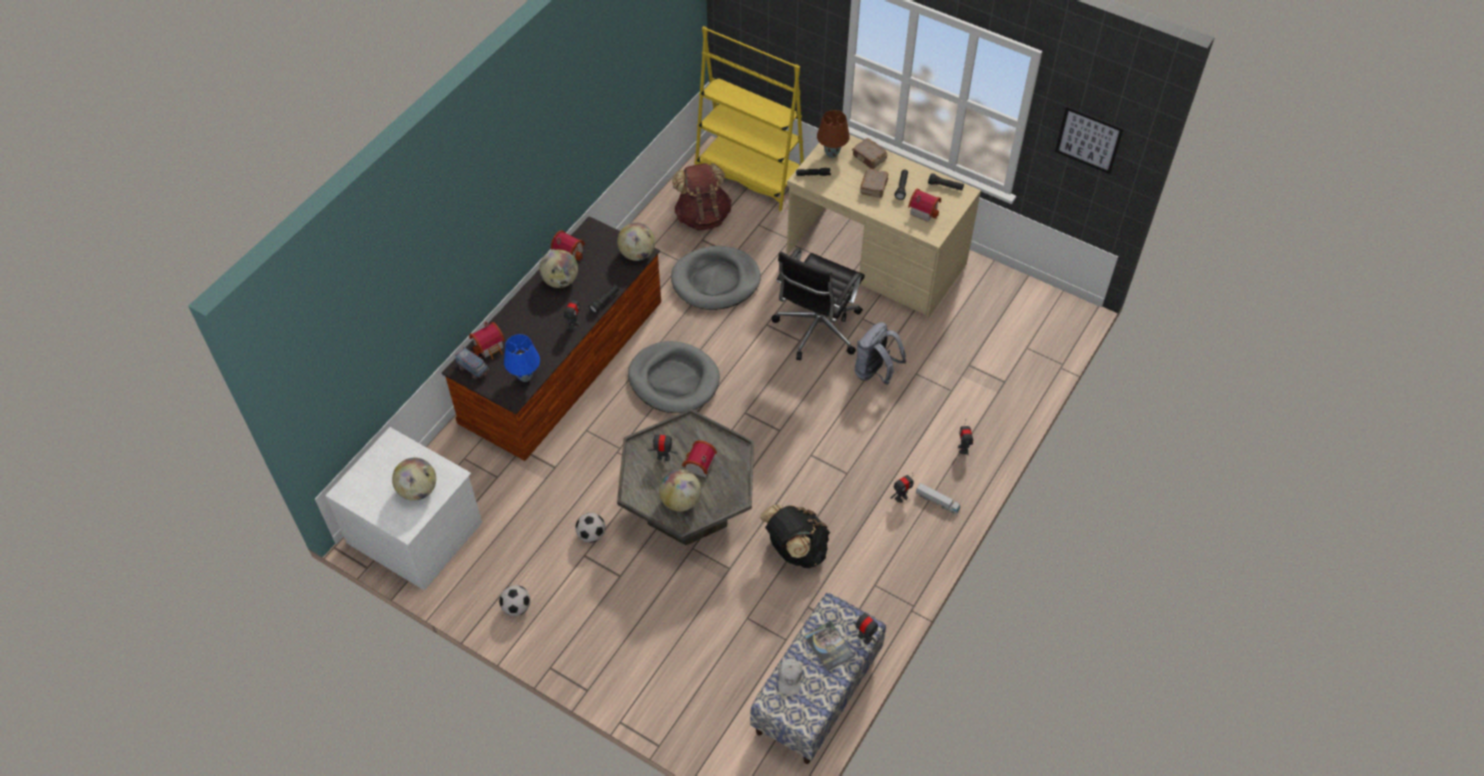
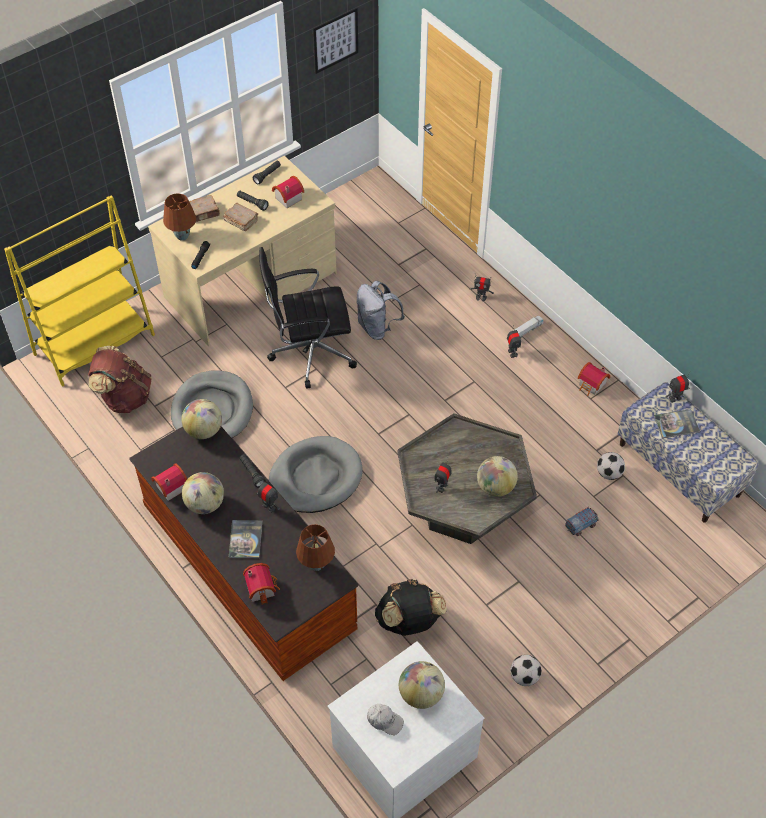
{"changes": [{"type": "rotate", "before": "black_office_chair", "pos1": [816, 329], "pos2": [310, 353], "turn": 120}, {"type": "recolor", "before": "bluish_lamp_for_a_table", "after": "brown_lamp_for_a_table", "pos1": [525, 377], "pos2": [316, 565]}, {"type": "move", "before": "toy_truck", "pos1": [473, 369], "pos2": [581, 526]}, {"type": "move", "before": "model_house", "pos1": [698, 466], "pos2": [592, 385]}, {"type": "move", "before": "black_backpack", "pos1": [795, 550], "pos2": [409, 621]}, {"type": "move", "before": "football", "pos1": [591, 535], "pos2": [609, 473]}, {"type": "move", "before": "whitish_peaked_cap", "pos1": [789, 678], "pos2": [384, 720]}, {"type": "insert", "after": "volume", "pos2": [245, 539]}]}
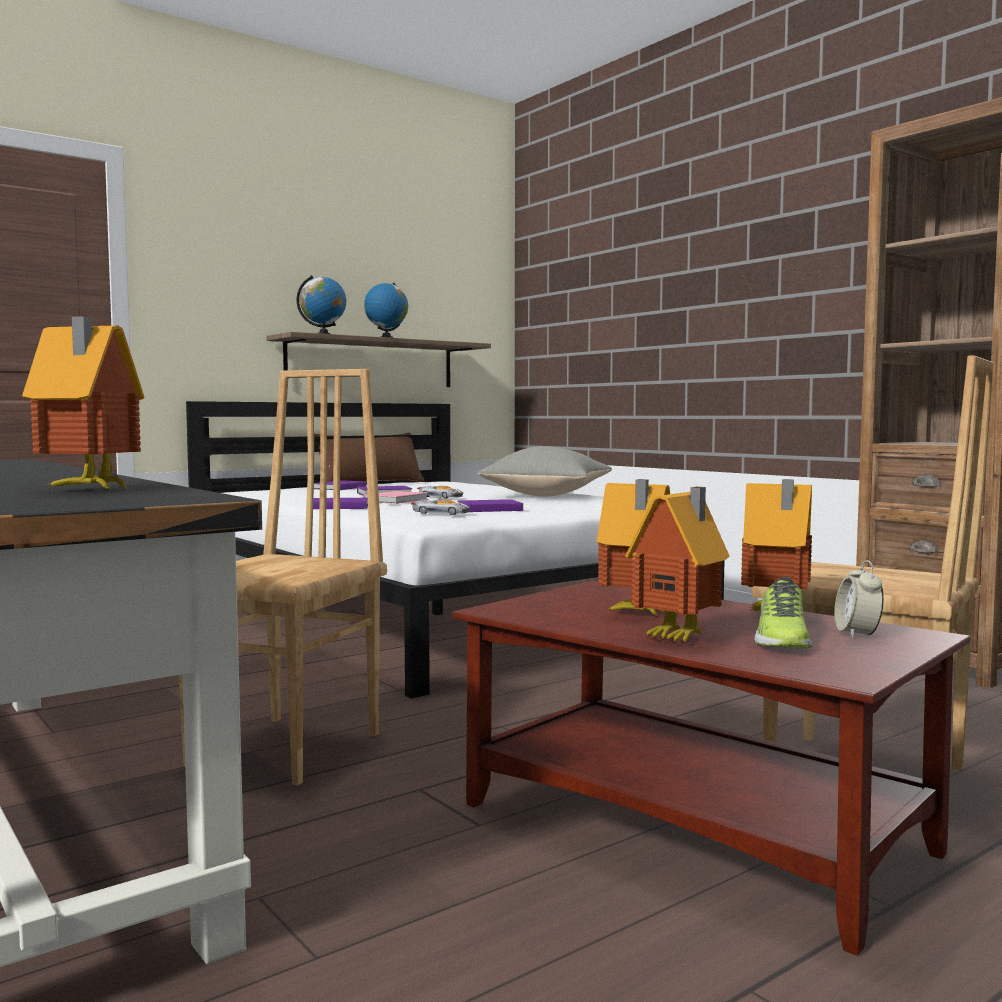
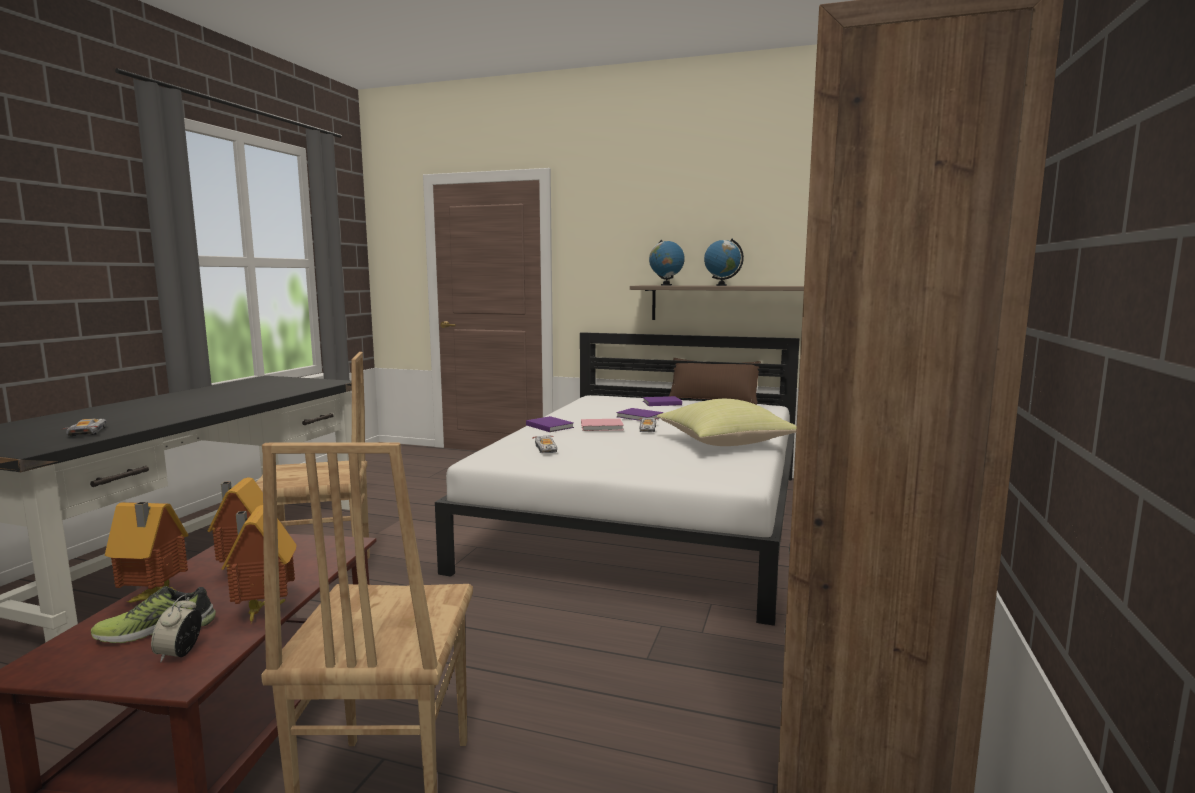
{"changes": [{"type": "replace", "before": "model_house", "after": "model_car", "pos1": [87, 490], "pos2": [88, 431]}, {"type": "recolor", "before": "gray_pillow", "after": "yellow-coloured_pillow", "pos1": [547, 496], "pos2": [725, 444]}, {"type": "delete", "before": "purple_volume", "pos1": [487, 509]}, {"type": "rotate", "before": "table_clock", "pos1": [857, 634], "pos2": [180, 653], "turn": -60}]}
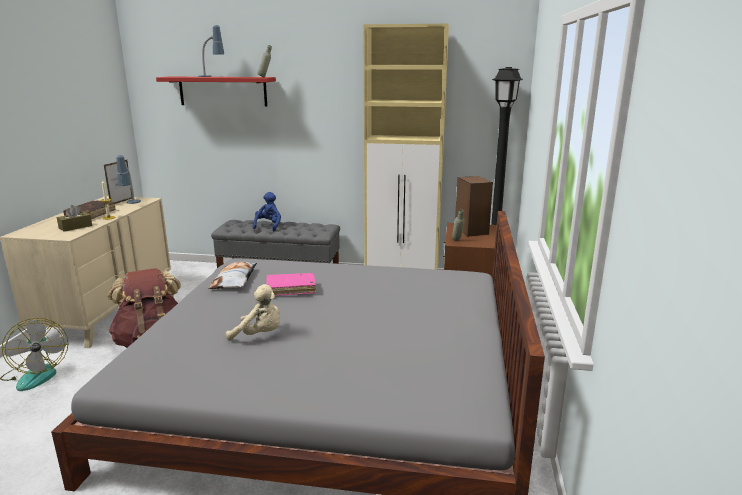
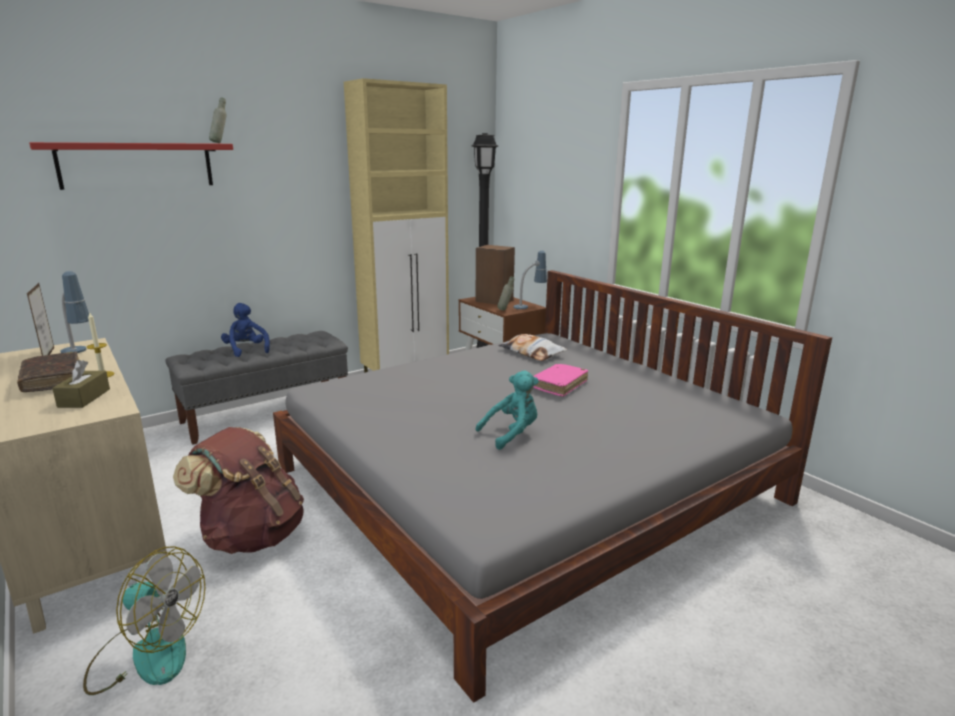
{"changes": [{"type": "move", "before": "lamp_for_a_table", "pos1": [212, 76], "pos2": [529, 306]}, {"type": "move", "before": "pillow", "pos1": [234, 280], "pos2": [532, 352]}, {"type": "move", "before": "pink_volume", "pos1": [291, 289], "pos2": [559, 385]}, {"type": "recolor", "before": "beige-coloured_plush_toy", "after": "blue-green_plush_toy", "pos1": [259, 335], "pos2": [512, 434]}]}
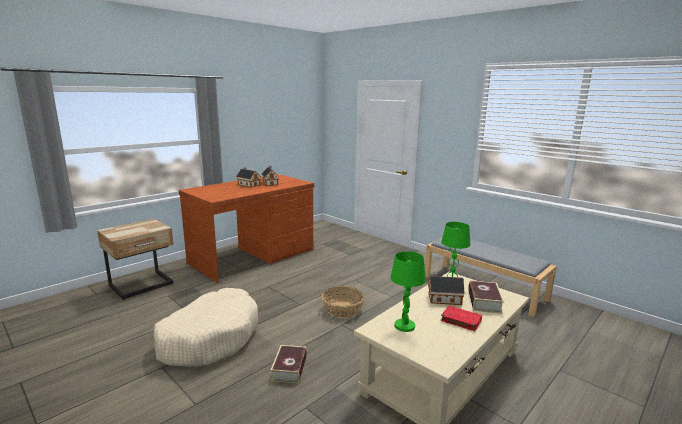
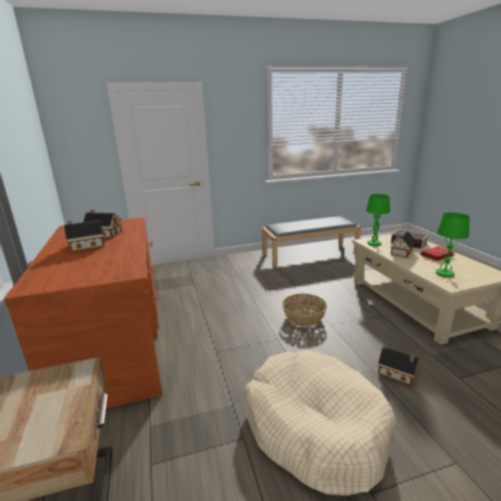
{"changes": [{"type": "replace", "before": "volume", "after": "model_house", "pos1": [289, 368], "pos2": [398, 374]}]}
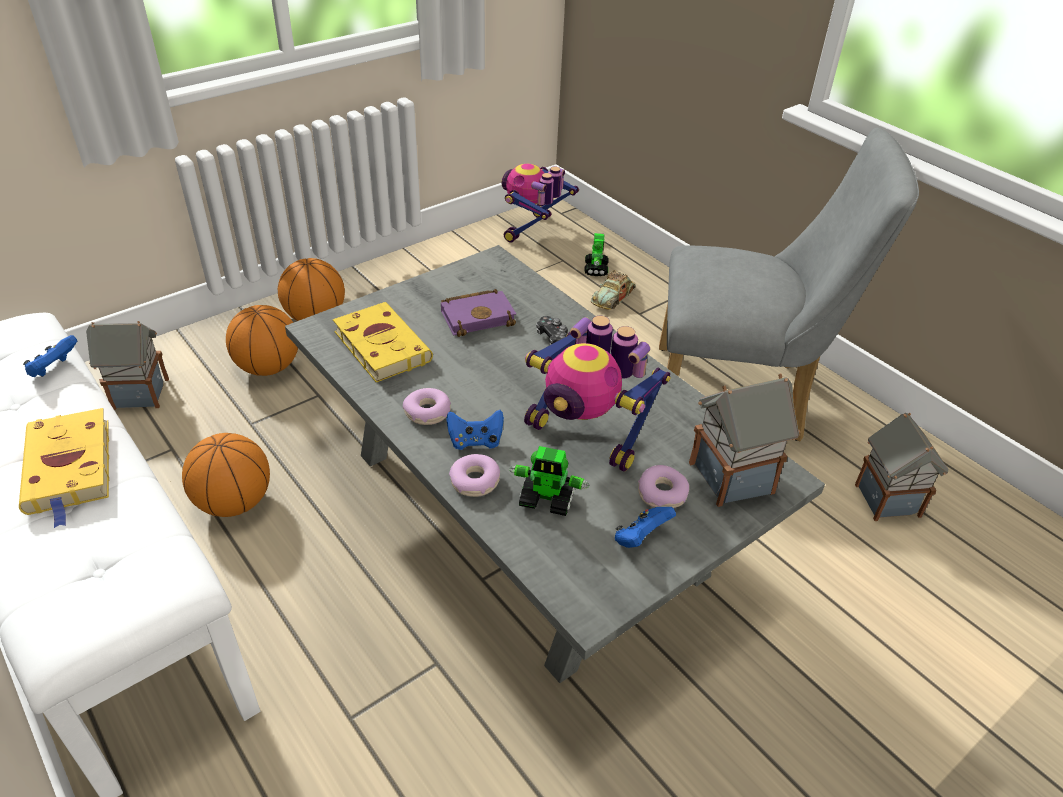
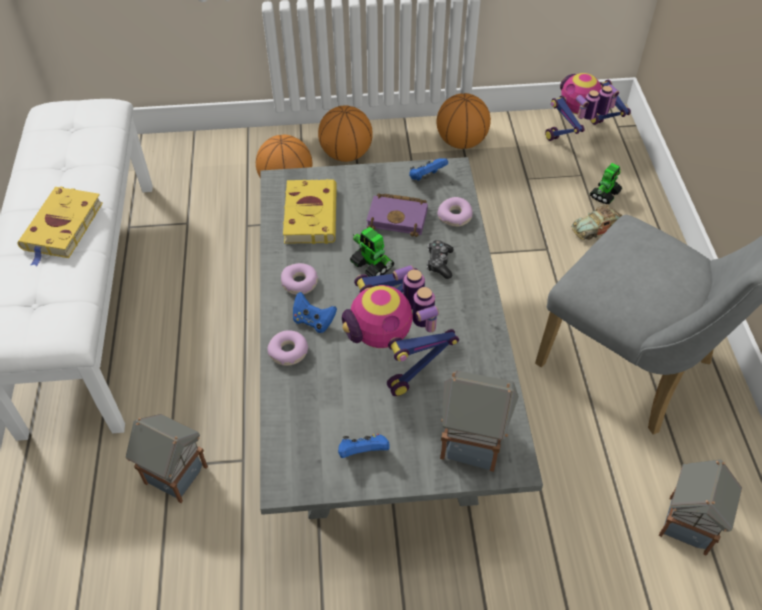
{"changes": [{"type": "move", "before": "model_house", "pos1": [139, 394], "pos2": [174, 474]}, {"type": "move", "before": "bluish_game_controller", "pos1": [54, 369], "pos2": [426, 177]}, {"type": "move", "before": "ball_for_basketball", "pos1": [235, 502], "pos2": [461, 142]}, {"type": "move", "before": "robot_figure", "pos1": [547, 499], "pos2": [372, 266]}, {"type": "move", "before": "ring_doughnut", "pos1": [662, 493], "pos2": [455, 216]}]}
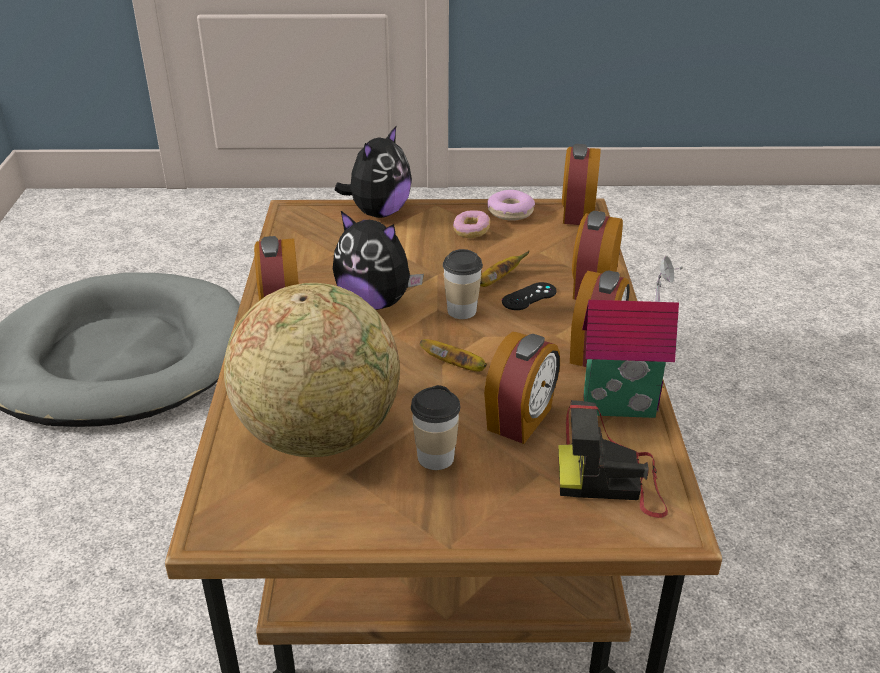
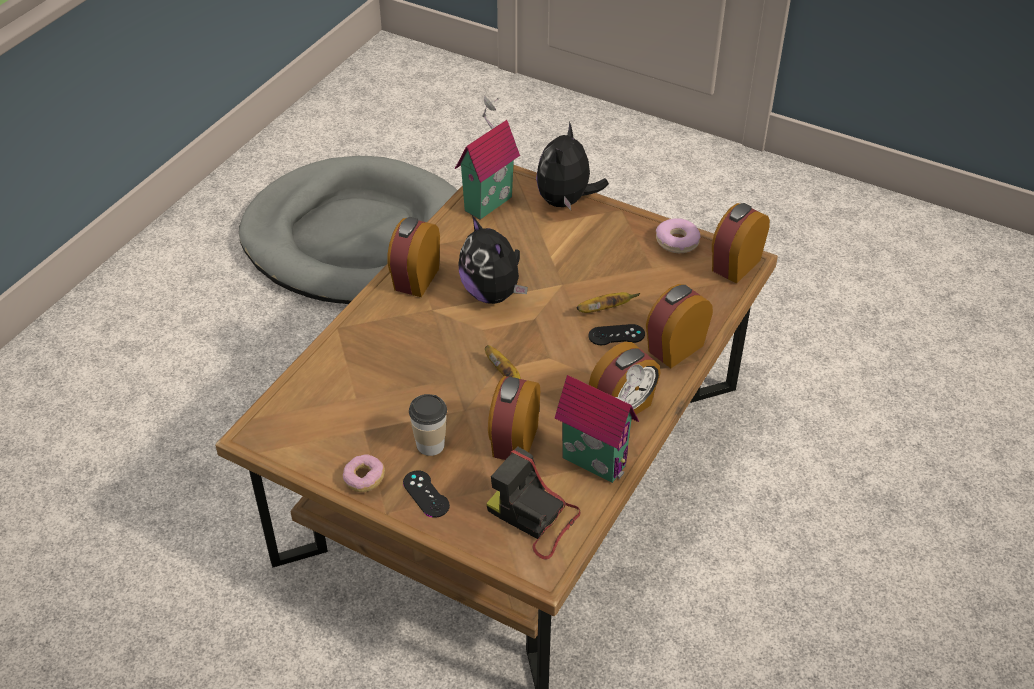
{"changes": [{"type": "rotate", "before": "plush_toy", "pos1": [378, 212], "pos2": [566, 201], "turn": 135}, {"type": "move", "before": "ring_doughnut", "pos1": [471, 231], "pos2": [364, 479]}, {"type": "delete", "before": "cup", "pos1": [461, 310]}, {"type": "delete", "before": "desk_globe", "pos1": [319, 434]}, {"type": "rotate", "before": "table_clock", "pos1": [521, 420], "pos2": [514, 441], "turn": 135}, {"type": "insert", "after": "model_house", "pos2": [486, 202]}, {"type": "insert", "after": "black_game_controller", "pos2": [426, 494]}]}
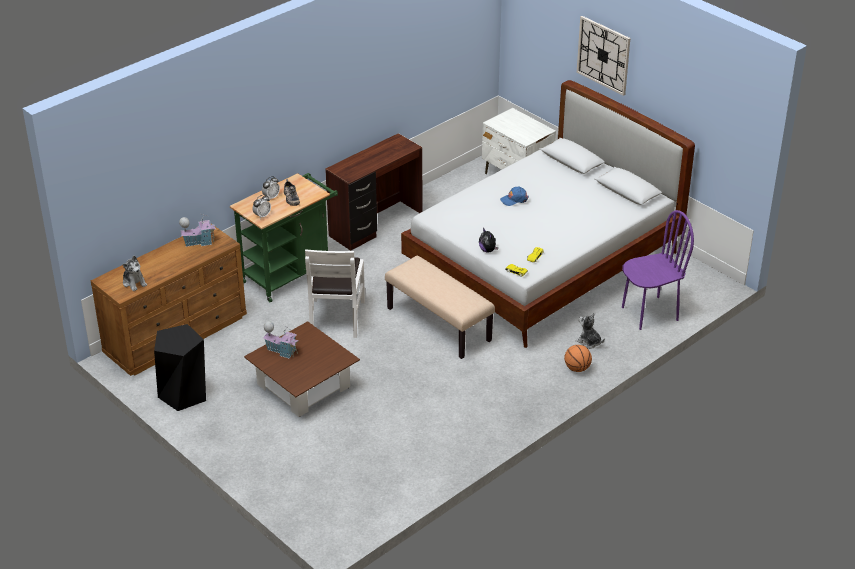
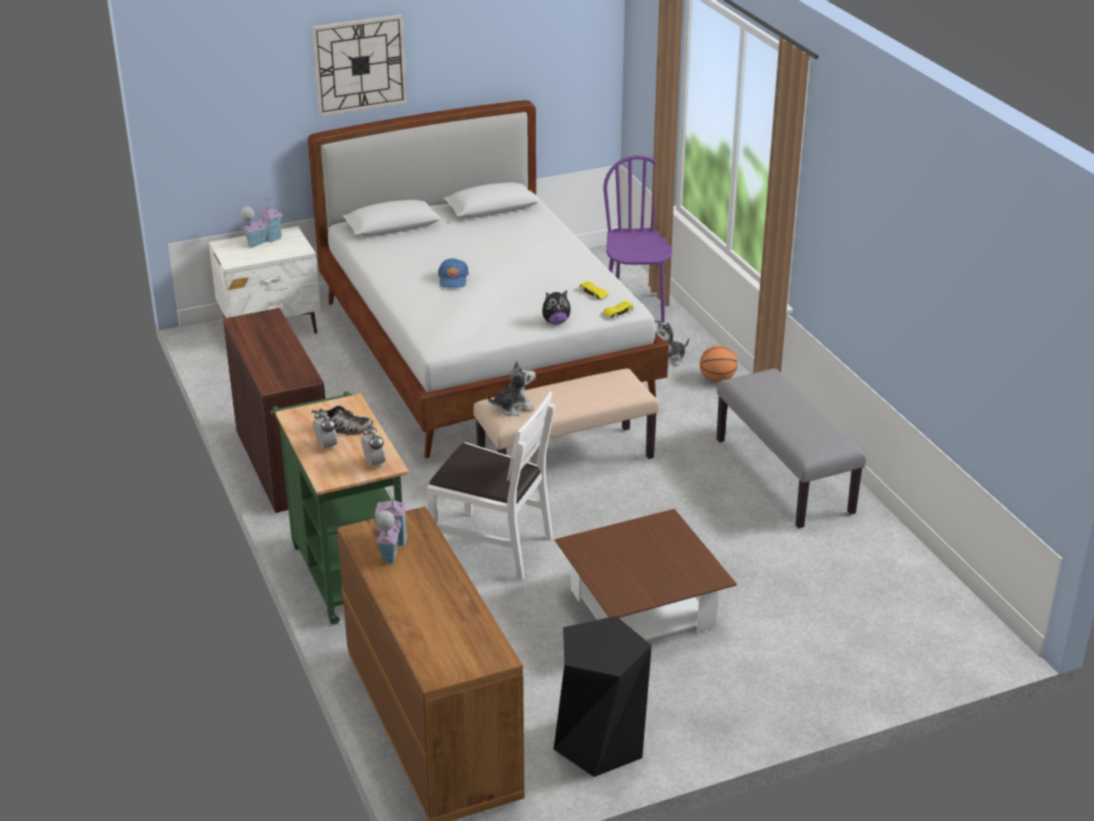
{"changes": [{"type": "move", "before": "plush_toy", "pos1": [134, 282], "pos2": [513, 407]}, {"type": "move", "before": "model_house", "pos1": [282, 351], "pos2": [263, 240]}, {"type": "insert", "after": "gray_indoor_bench", "pos2": [785, 476]}]}
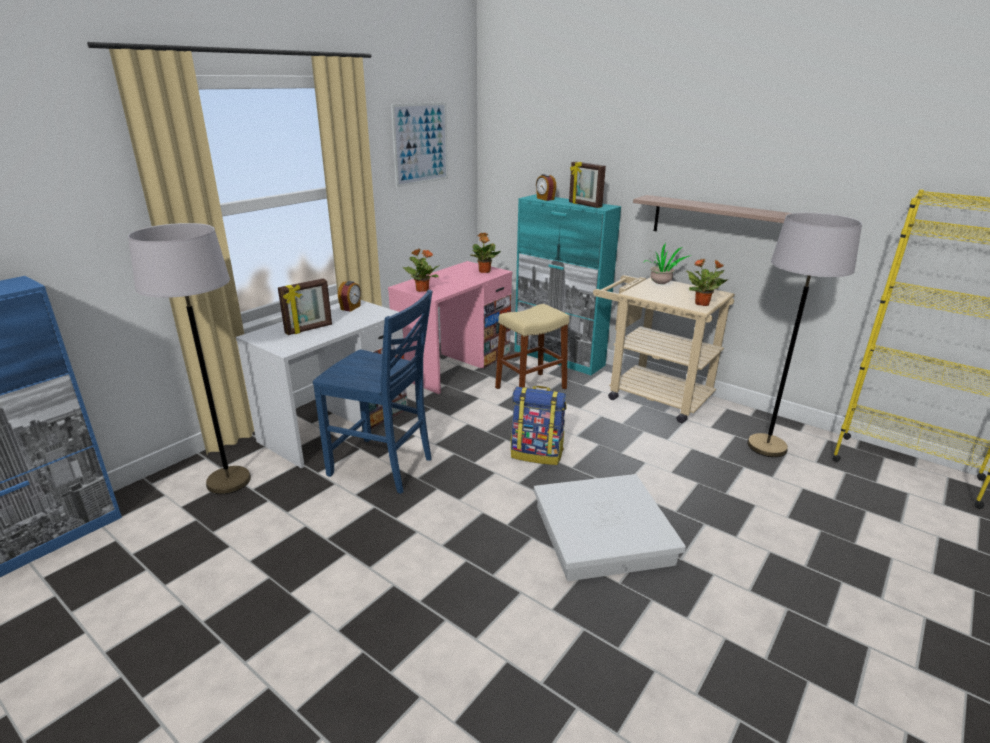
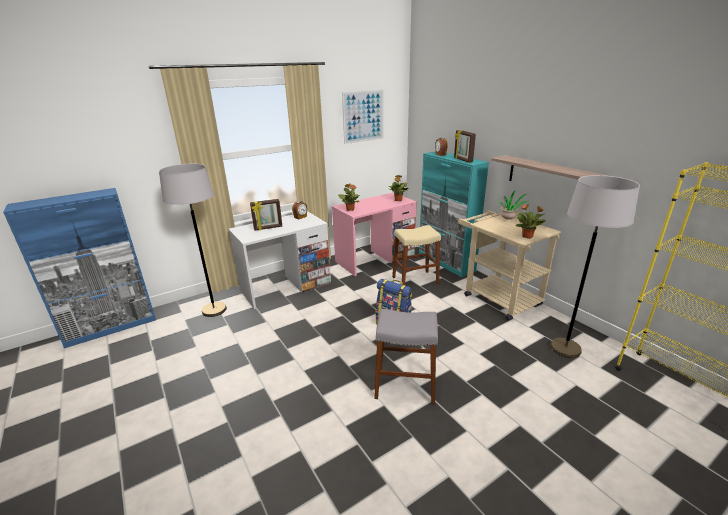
{"changes": [{"type": "delete", "before": "bluish_upright_chair", "pos1": [383, 467]}, {"type": "replace", "before": "whitish_storage_container", "after": "gray_stool", "pos1": [601, 534], "pos2": [405, 385]}]}
